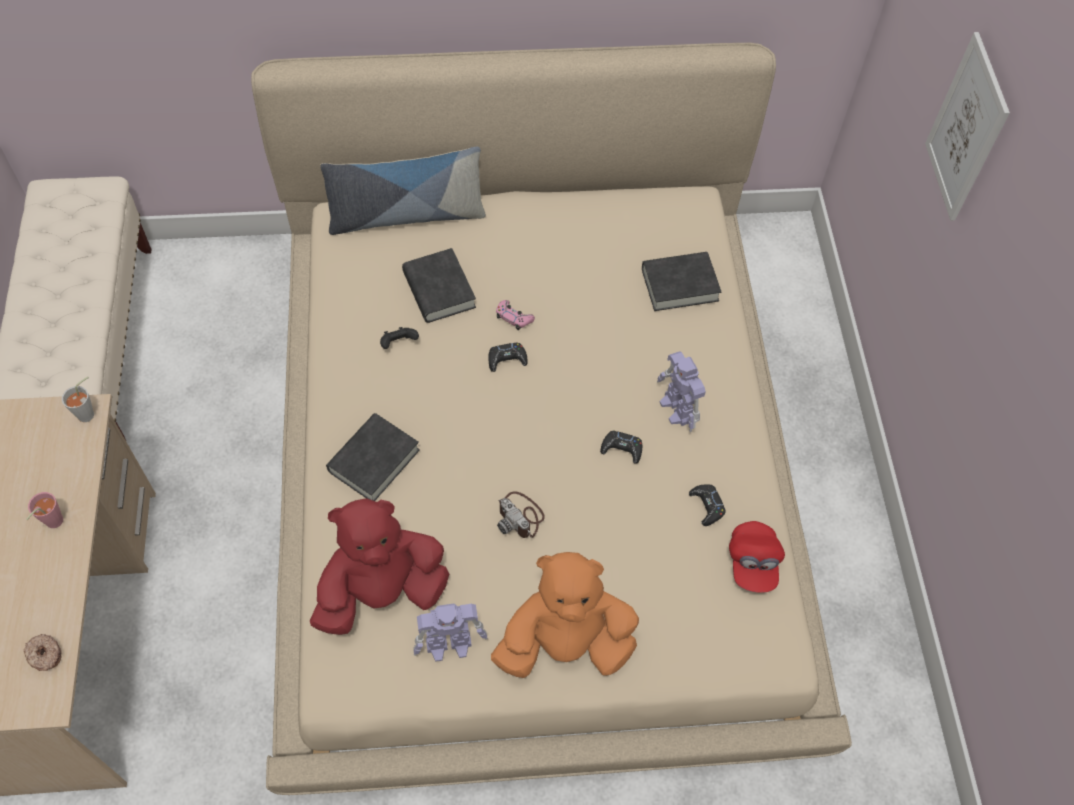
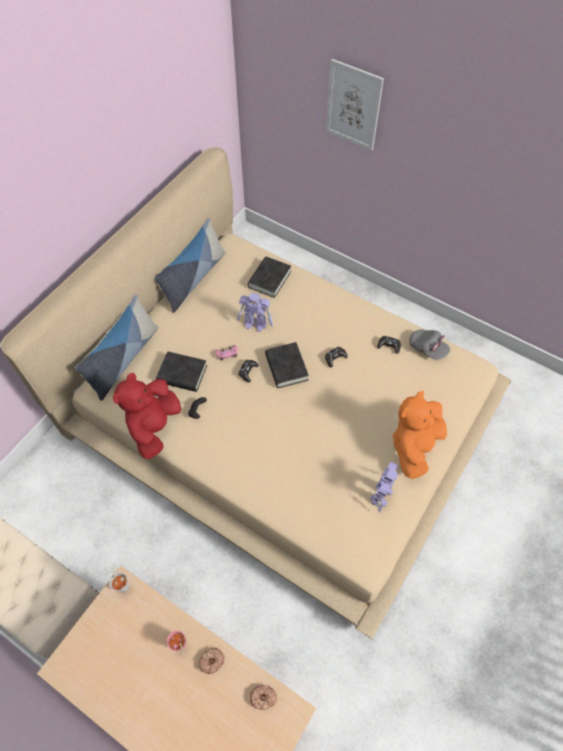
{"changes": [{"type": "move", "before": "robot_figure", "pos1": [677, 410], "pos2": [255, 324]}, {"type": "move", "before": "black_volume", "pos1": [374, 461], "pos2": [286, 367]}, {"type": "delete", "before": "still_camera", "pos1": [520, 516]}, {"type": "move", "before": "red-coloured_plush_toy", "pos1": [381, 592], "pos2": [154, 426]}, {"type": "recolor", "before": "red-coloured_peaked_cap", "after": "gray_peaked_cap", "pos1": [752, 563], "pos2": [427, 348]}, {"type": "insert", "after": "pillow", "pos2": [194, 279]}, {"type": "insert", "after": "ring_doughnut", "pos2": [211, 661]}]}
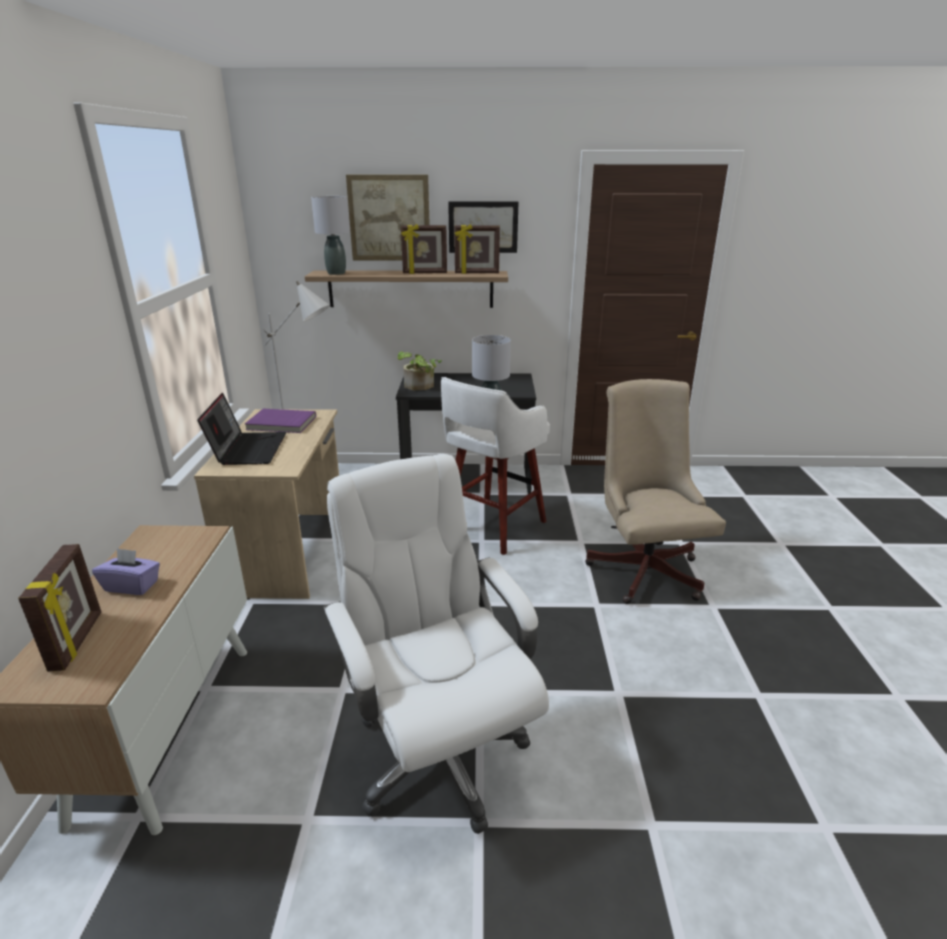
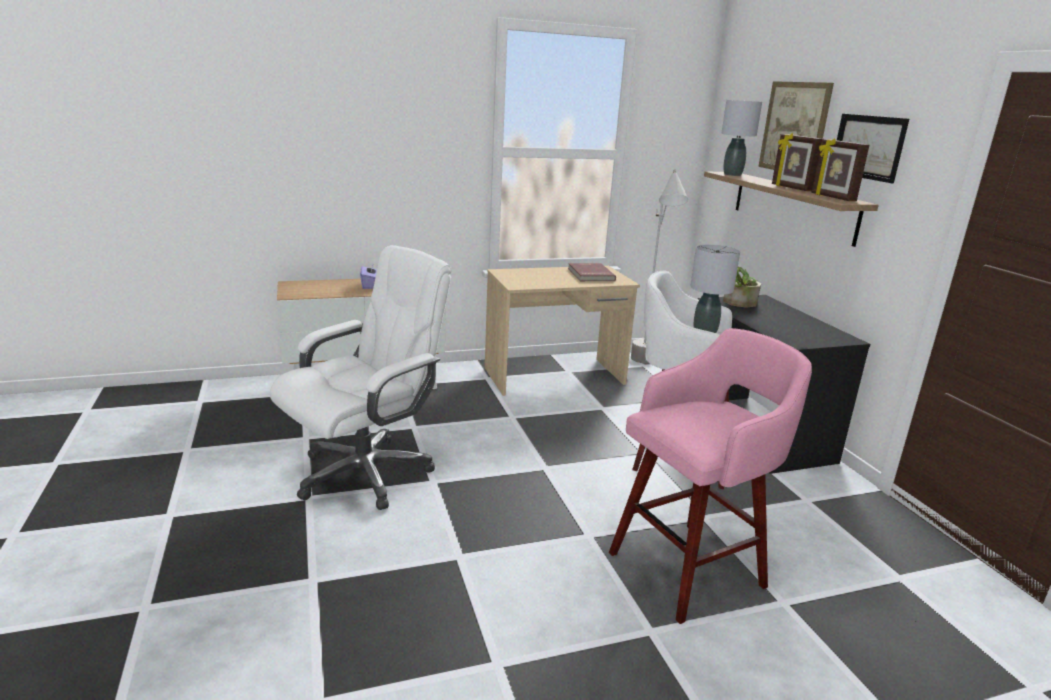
{"changes": [{"type": "replace", "before": "beige-coloured_office_chair", "after": "pink_stool", "pos1": [643, 567], "pos2": [690, 568]}, {"type": "delete", "before": "laptop", "pos1": [248, 449]}, {"type": "recolor", "before": "purple_volume", "after": "red-coloured_volume", "pos1": [281, 423], "pos2": [590, 274]}, {"type": "delete", "before": "standing_frame", "pos1": [78, 641]}]}
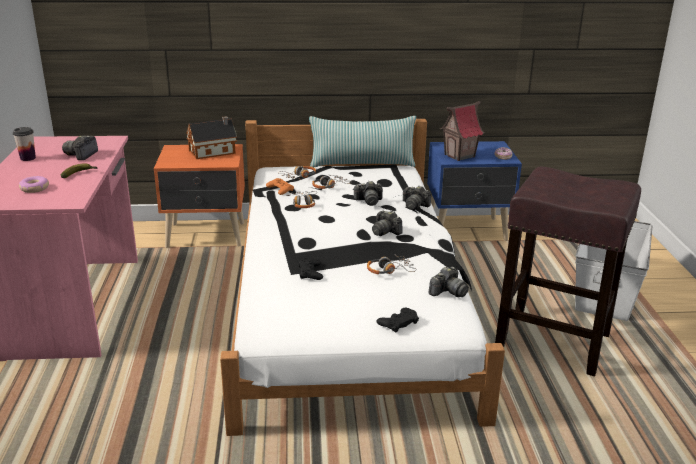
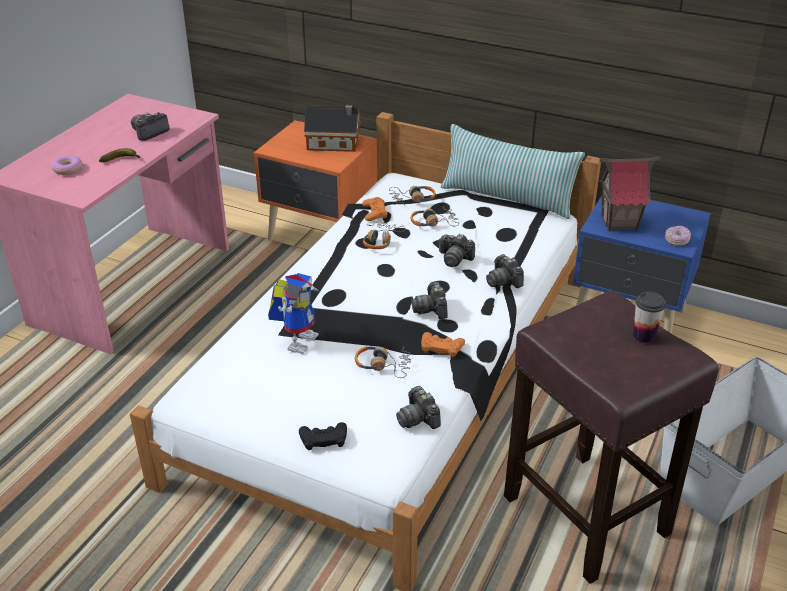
{"changes": [{"type": "move", "before": "cup", "pos1": [28, 158], "pos2": [644, 336]}, {"type": "replace", "before": "black_game_controller", "after": "robot_figure", "pos1": [310, 272], "pos2": [299, 339]}, {"type": "rotate", "before": "still_camera", "pos1": [448, 292], "pos2": [418, 418], "turn": 75}, {"type": "insert", "after": "orangey_game_controller", "pos2": [441, 347]}]}
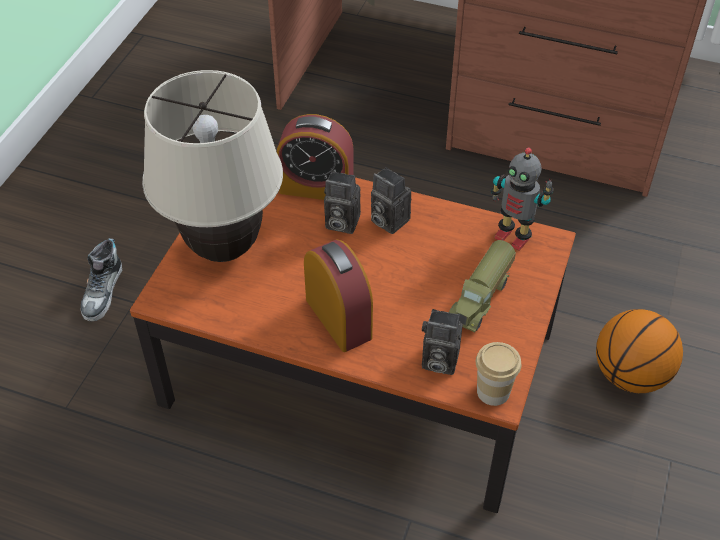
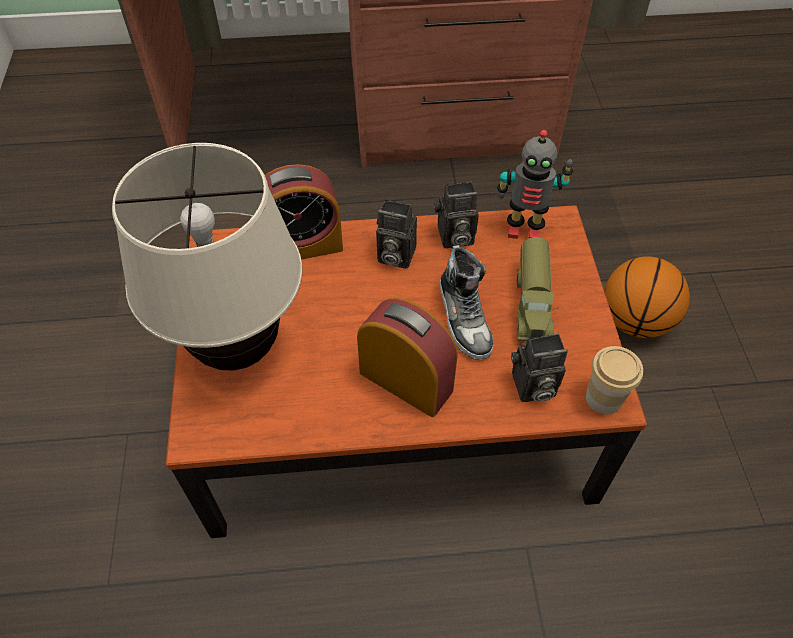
{"changes": [{"type": "move", "before": "still_camera", "pos1": [340, 223], "pos2": [454, 237]}, {"type": "move", "before": "low_shoe", "pos1": [103, 292], "pos2": [465, 318]}]}
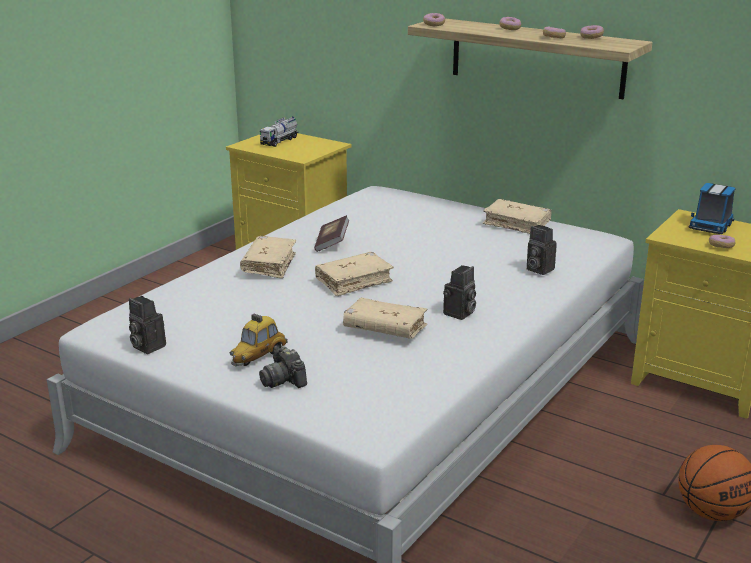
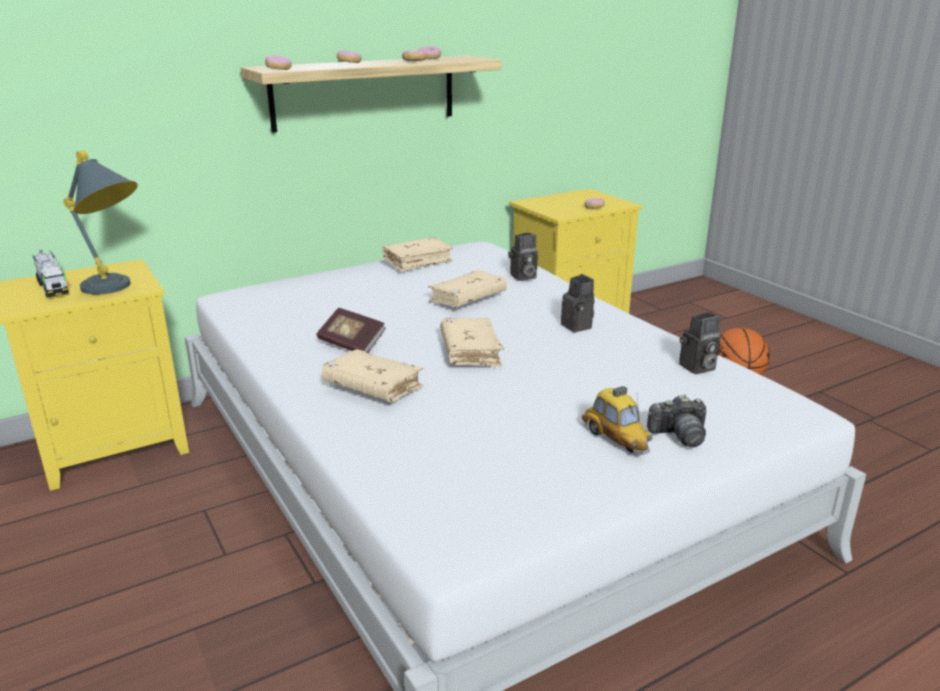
{"changes": [{"type": "delete", "before": "toy_truck", "pos1": [711, 226]}, {"type": "move", "before": "still_camera", "pos1": [146, 346], "pos2": [697, 368]}, {"type": "move", "before": "beige-coloured_volume", "pos1": [385, 328], "pos2": [468, 299]}, {"type": "insert", "after": "gray_lamp_for_a_table", "pos2": [116, 290]}]}
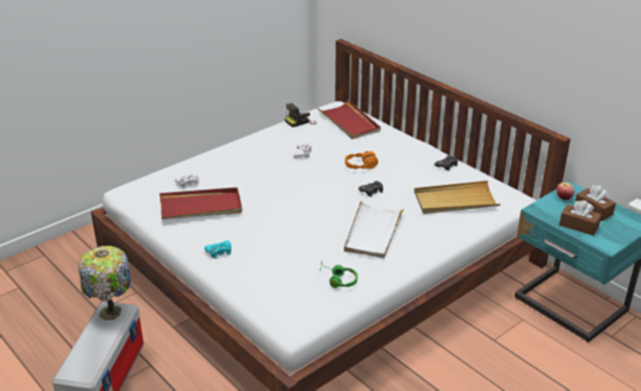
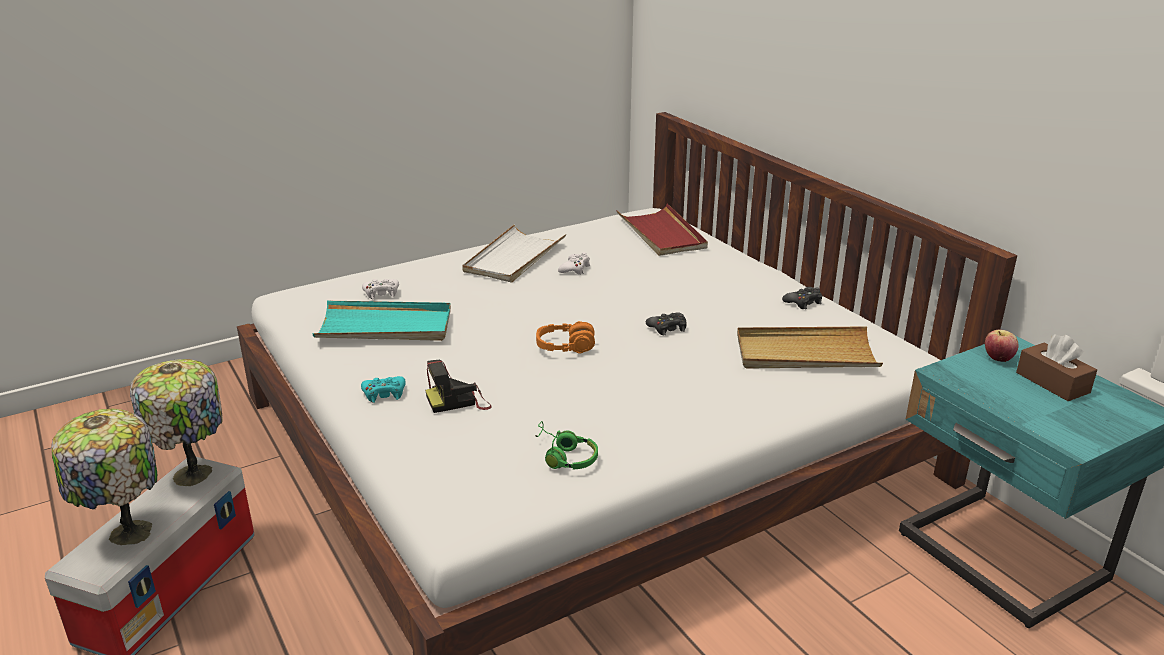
{"changes": [{"type": "move", "before": "still_camera", "pos1": [300, 121], "pos2": [459, 401]}, {"type": "move", "before": "orangey_headset", "pos1": [361, 166], "pos2": [565, 347]}, {"type": "recolor", "before": "red-coloured_serving_tray", "after": "blue-green_serving_tray", "pos1": [201, 207], "pos2": [385, 326]}, {"type": "delete", "before": "brown_tissue_holder", "pos1": [578, 226]}, {"type": "move", "before": "whitish_serving_tray", "pos1": [373, 232], "pos2": [514, 258]}, {"type": "insert", "after": "lamp_for_a_table", "pos2": [127, 534]}]}
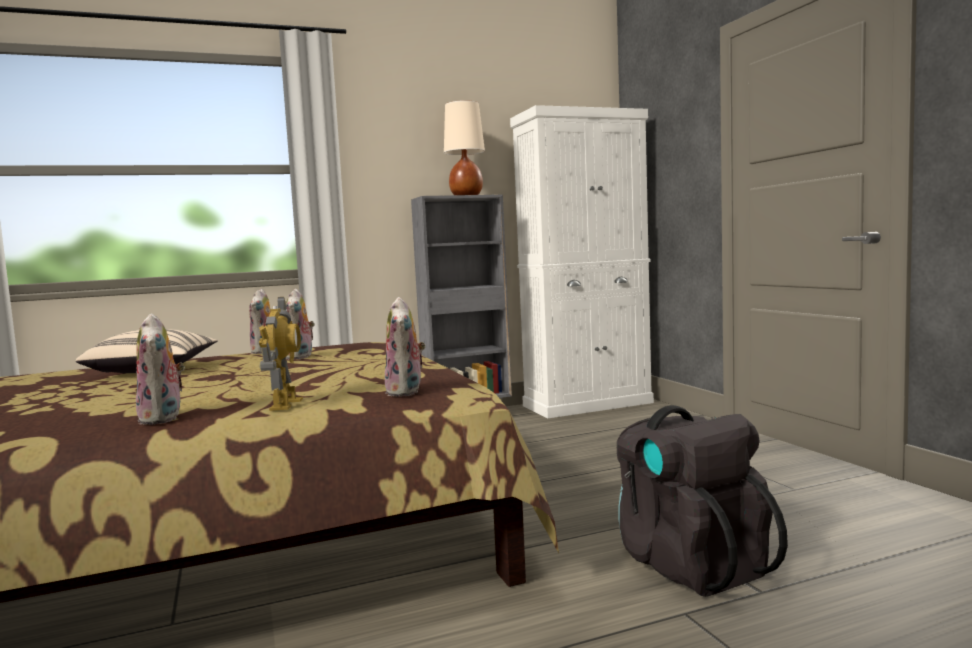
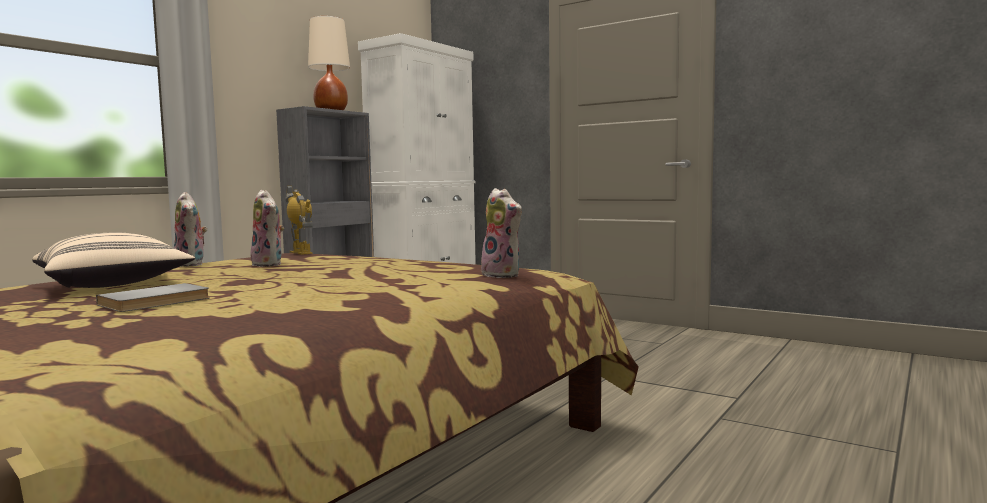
{"changes": [{"type": "move", "before": "robot_figure", "pos1": [285, 404], "pos2": [301, 252]}, {"type": "delete", "before": "plush_toy", "pos1": [163, 418]}, {"type": "delete", "before": "black_backpack", "pos1": [689, 564]}, {"type": "insert", "after": "gray_volume", "pos2": [156, 302]}]}
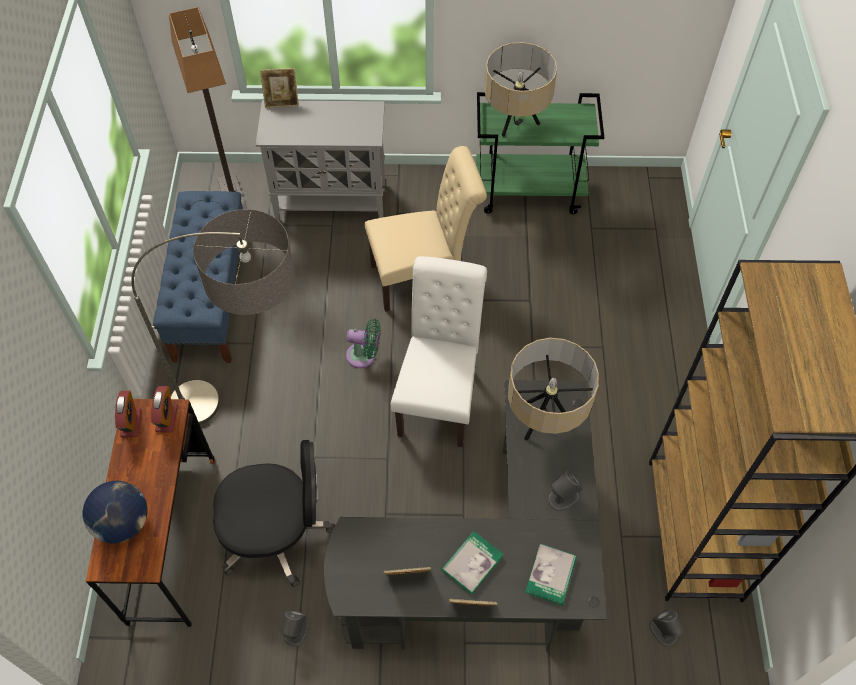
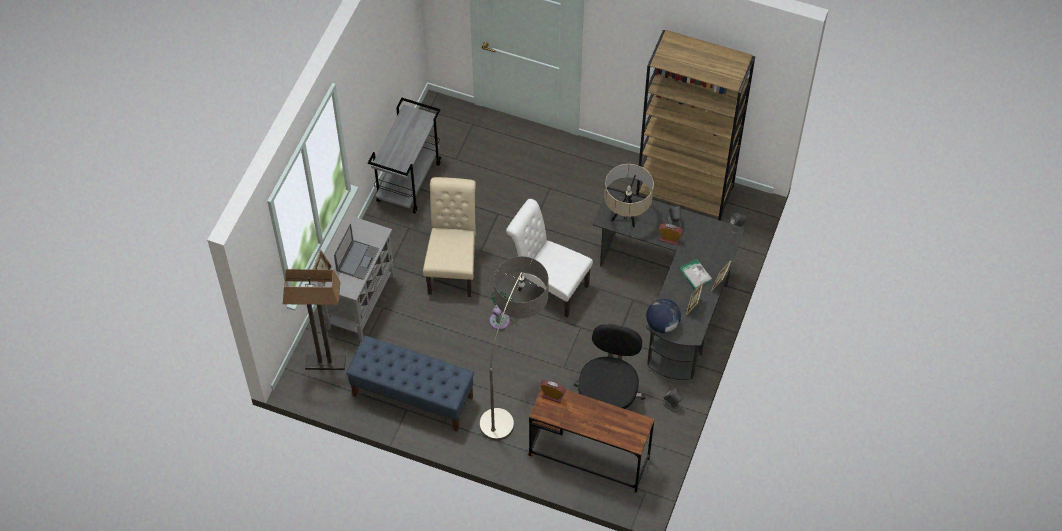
{"changes": [{"type": "delete", "before": "beige-coloured_lamp_for_a_table", "pos1": [515, 125]}, {"type": "recolor", "before": "green-coloured_trolley", "after": "gray_trolley", "pos1": [530, 191], "pos2": [408, 181]}, {"type": "move", "before": "table_clock", "pos1": [131, 423], "pos2": [669, 239]}, {"type": "move", "before": "desk_globe", "pos1": [123, 523], "pos2": [662, 324]}, {"type": "delete", "before": "volume", "pos1": [550, 575]}, {"type": "insert", "after": "laptop", "pos2": [357, 259]}]}
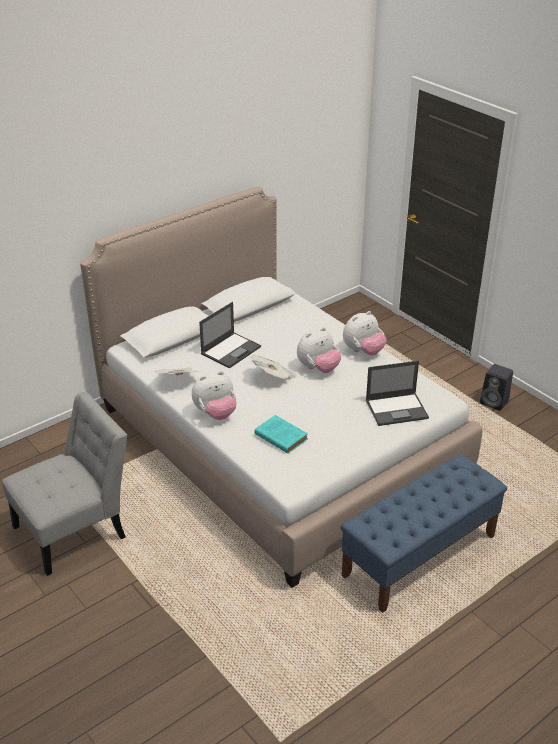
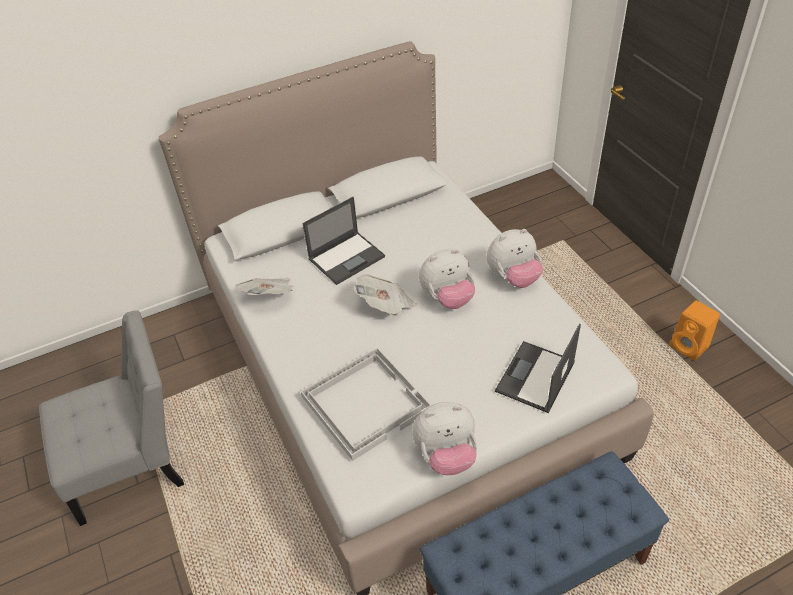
{"changes": [{"type": "rotate", "before": "laptop", "pos1": [397, 409], "pos2": [535, 378], "turn": 120}, {"type": "recolor", "before": "black_audio_speaker", "after": "orangey_audio_speaker", "pos1": [495, 402], "pos2": [690, 347]}, {"type": "move", "before": "plush_toy", "pos1": [215, 413], "pos2": [446, 455]}, {"type": "replace", "before": "blue-green_volume", "after": "whitish_serving_tray", "pos1": [280, 436], "pos2": [366, 402]}]}
